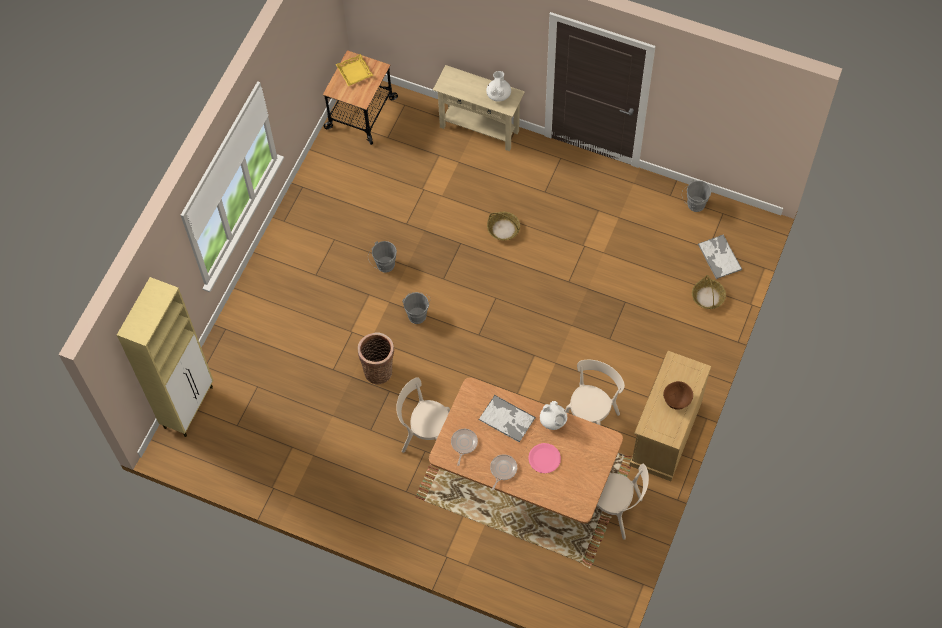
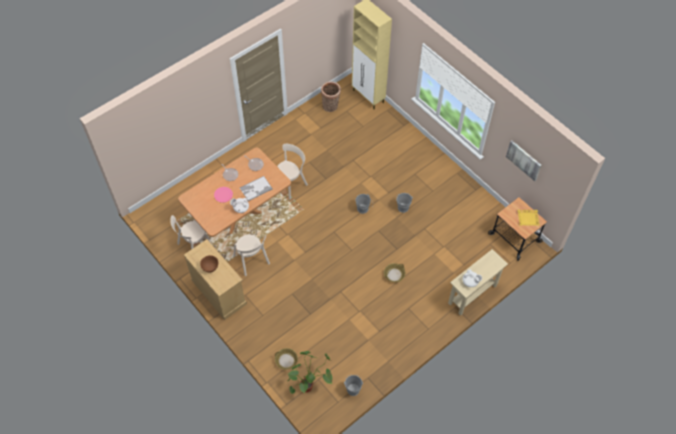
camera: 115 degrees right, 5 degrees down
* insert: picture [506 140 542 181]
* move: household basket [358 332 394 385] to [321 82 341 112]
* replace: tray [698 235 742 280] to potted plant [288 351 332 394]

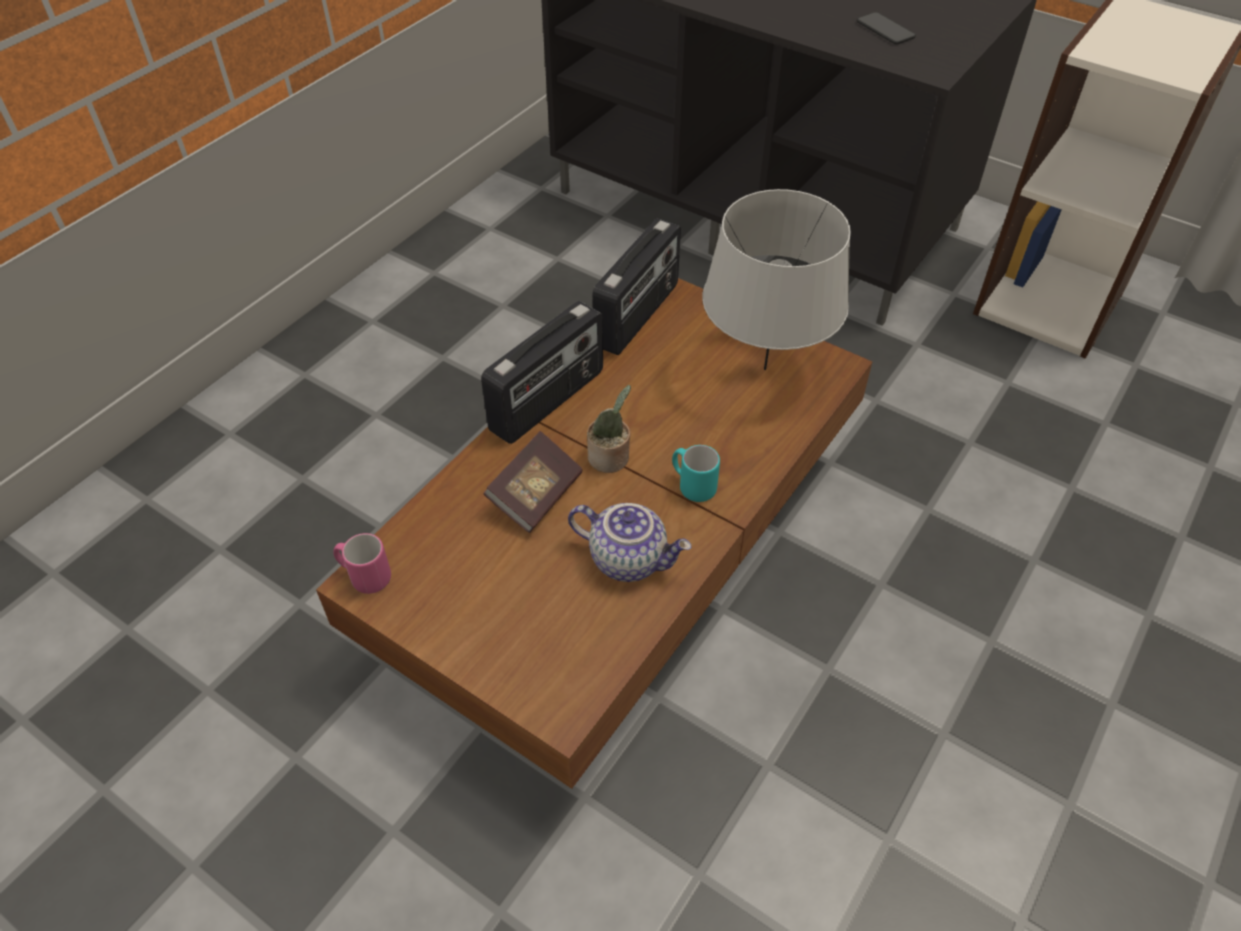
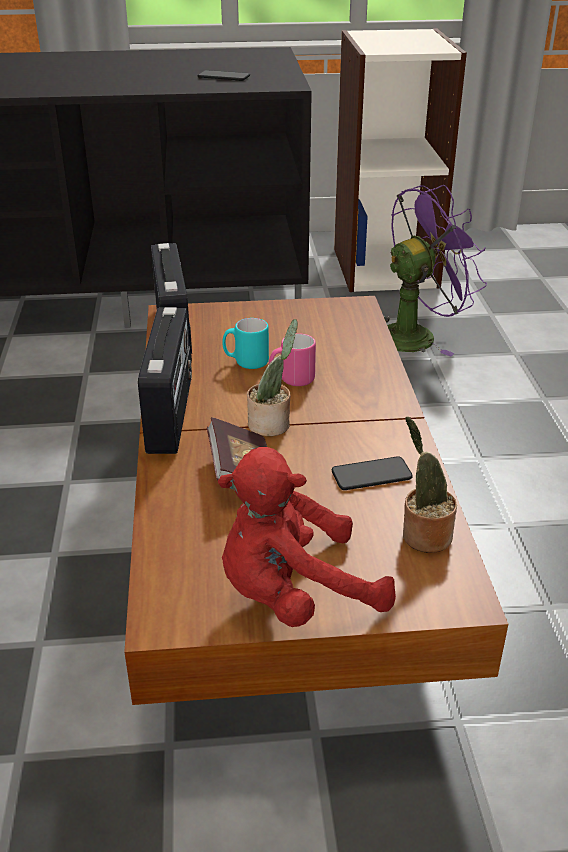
camera: 40 degrees left, 15 degrees down
* delete: tabletop lamp in gray [702 189 851 370]
* insert: plush toy in reddish [218 447 396 627]
* insert: cooling fan in purplish [384 184 487 357]
* insert: potted plant [403 417 457 553]
* move: coffee mug in pink [333 533 391 594] to [269 333 316 386]
* move: coffee mug in blue-green [672 445 720 502] to [222 318 269 369]
* replace: pot for tea [568 503 691 582] to telephone [332 456 413 490]

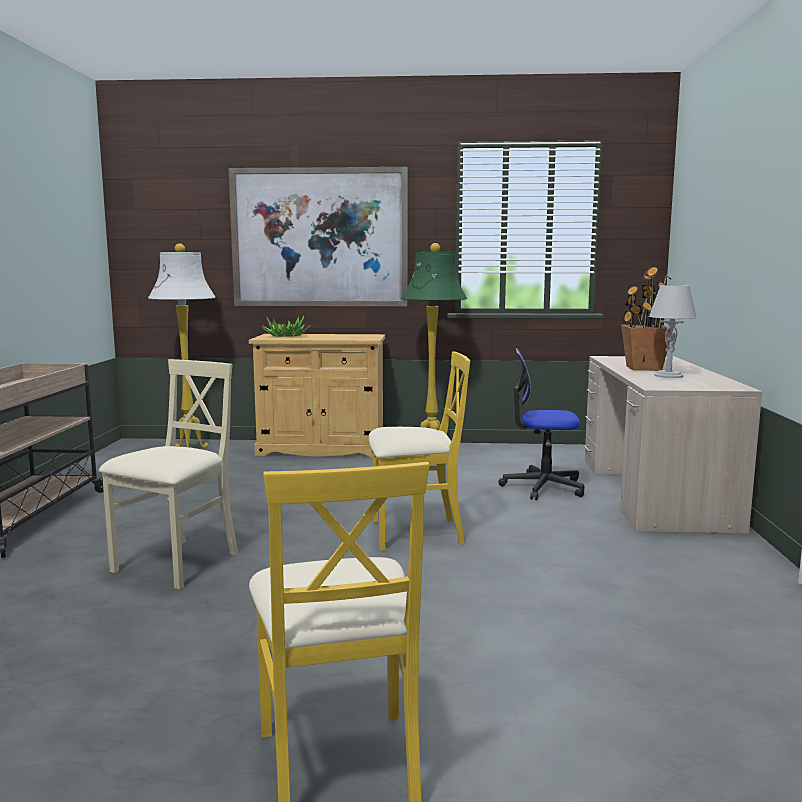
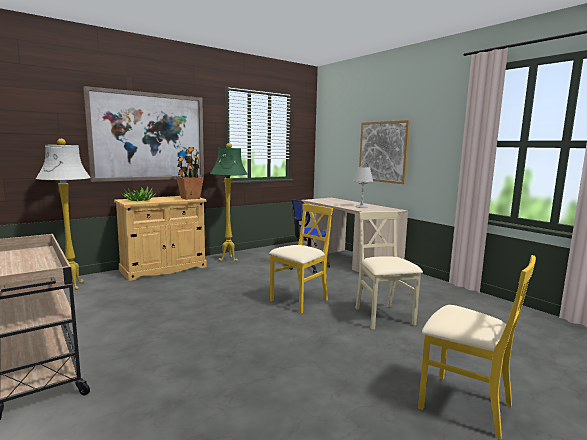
camera: 40 degrees left, 0 degrees up
* insert: picture [359 120 410 184]
* move: plain chair in beige-coloured [99 359 238 589] to [355 211 423 329]
* move: potted plant [621 267 674 371] to [176 147 204 200]

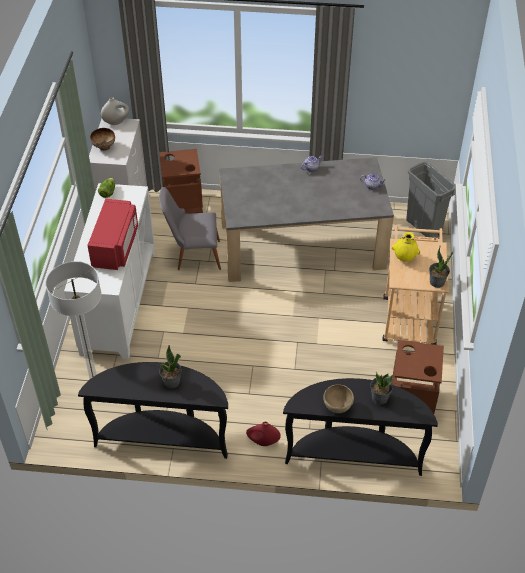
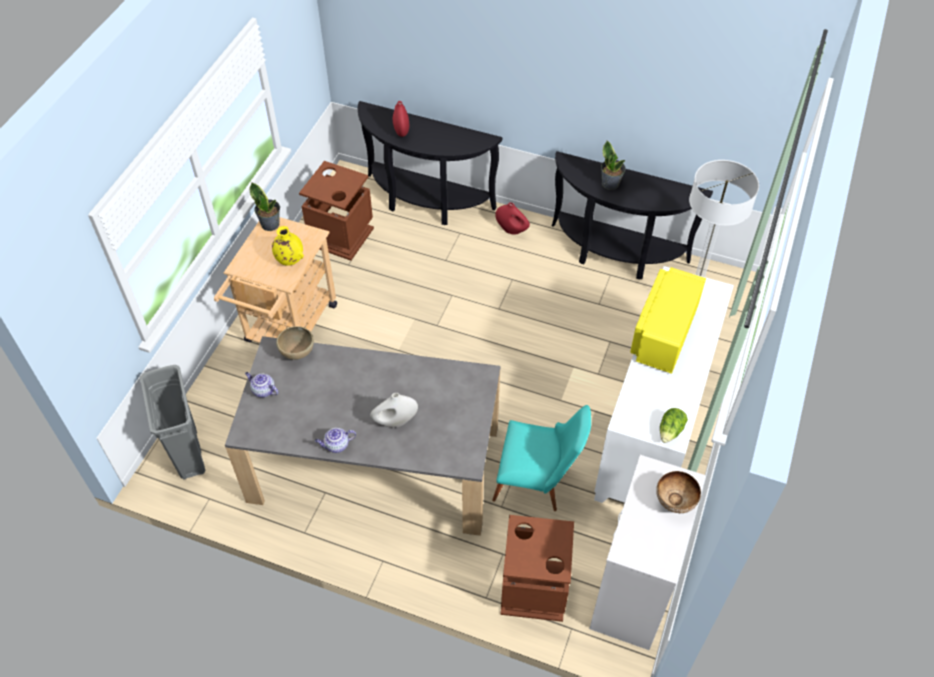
camera: 165 degrees left, 5 degrees up
* move: vase in white [101 97 129 125] to [370 393 418 428]
* move: deep dish in brown-coloured [323 384 354 413] to [276 326 314 360]
* replace: potted plant [370 372 393 405] to vase in reddish [393 101 409 137]
* recolor: kitchen microwave in reddish [87 199 138 270] to kitchen microwave in yellow-coloured [630 267 706 374]
* recolor: plain chair in gray [159 187 221 270] to plain chair in blue-green [492 405 591 511]

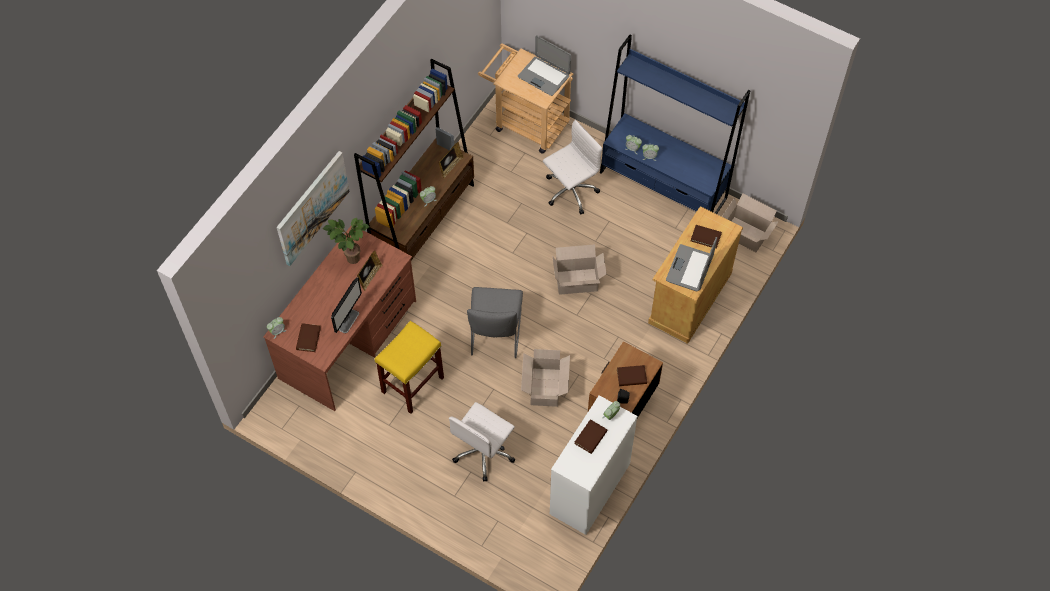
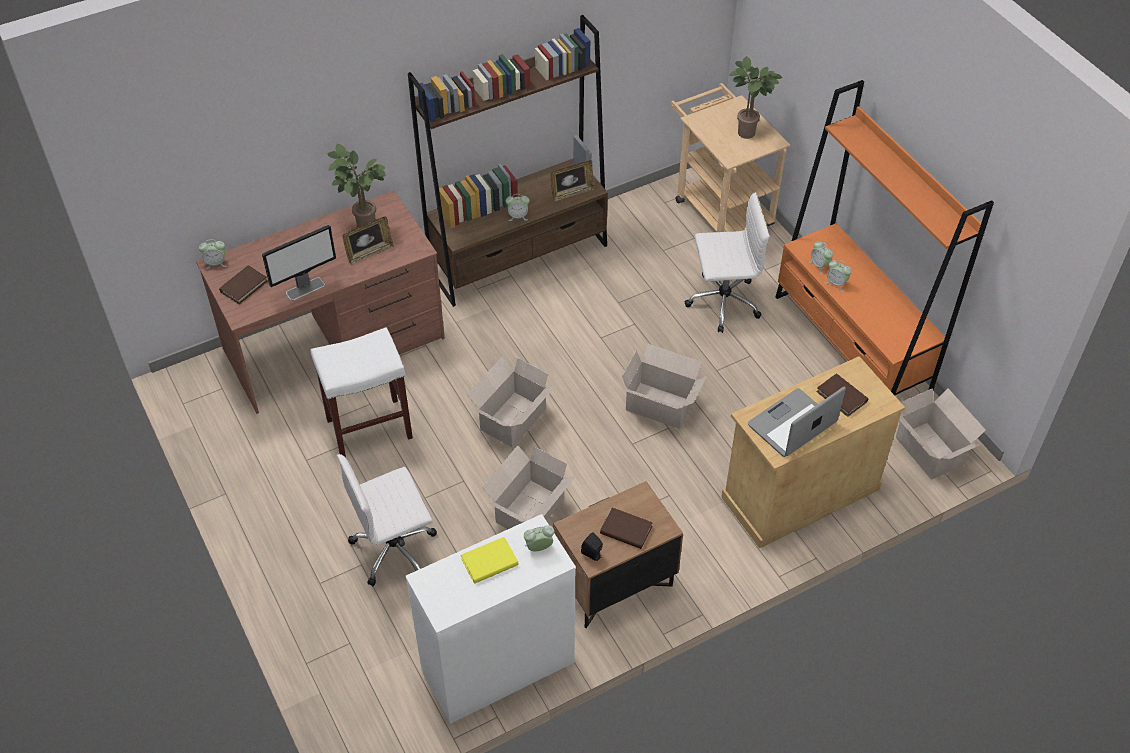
camera: 30 degrees right, 10 degrees down
* delete: picture [277 151 350 266]
* replace: plain chair in gray [467 287 523 358] to packing box [467 357 556 448]
* replace: portable computer [518 36 571 96] to potted plant [729 56 783 139]
* recolor: stool in yellow-coloured [375 321 444 414] to stool in white [311 327 413 458]
* recolor: volume in brown-coloured [574 419 608 454] to volume in yellow-coloured [461 537 519 584]
* recolor: bookcase in blue-coloured [600 34 750 214] to bookcase in orange [776 80 994 395]

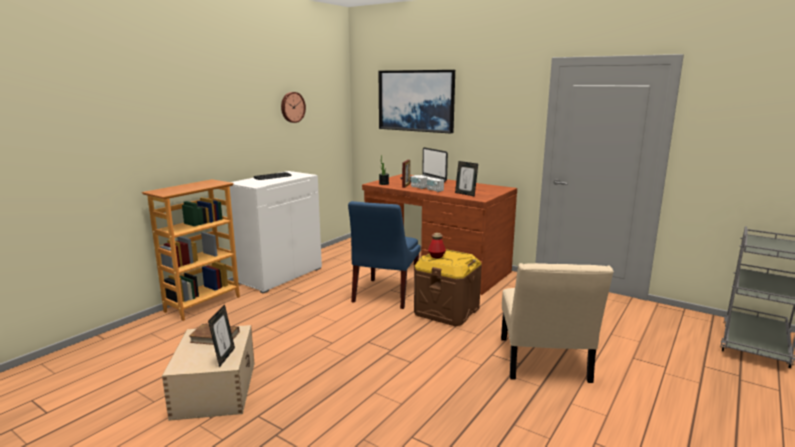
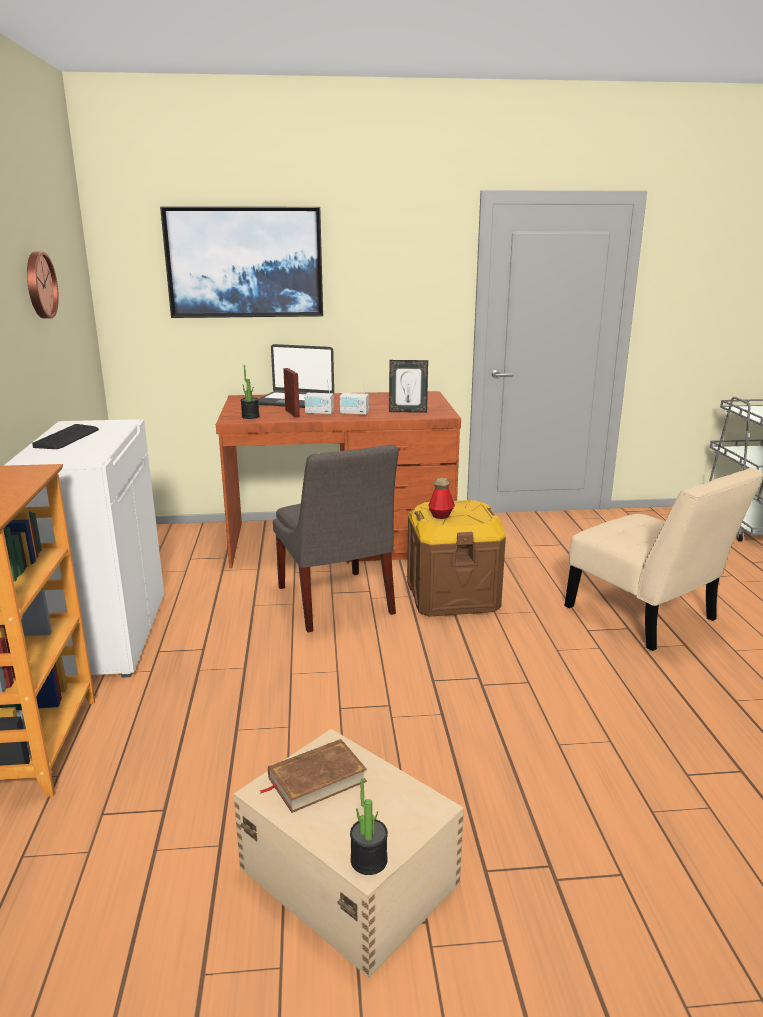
camera: 40 degrees left, 5 degrees up
* delete: photo frame [208 305 235 368]
* insert: potted plant [350 778 388 875]
* recolor: plain chair in blue-coloured [348 201 420 309] to plain chair in gray [273 444 399 632]

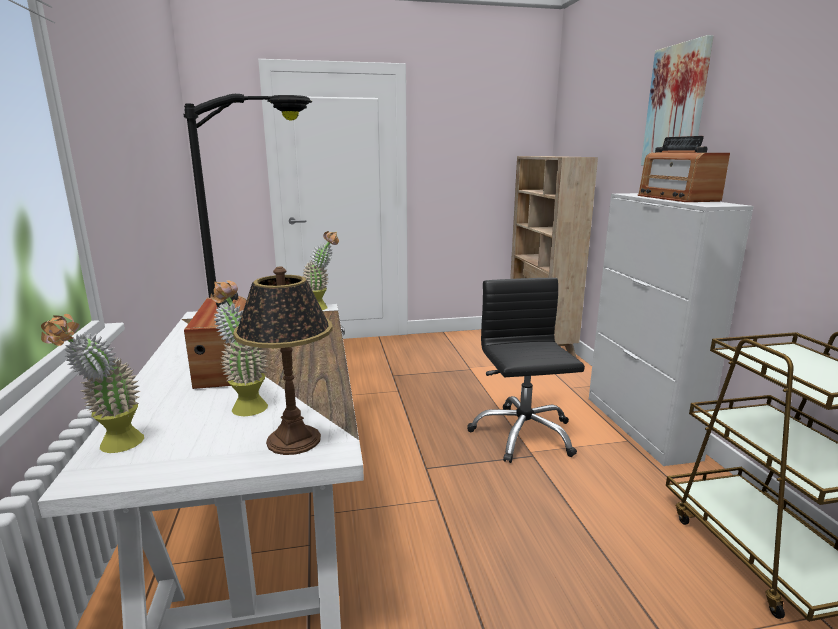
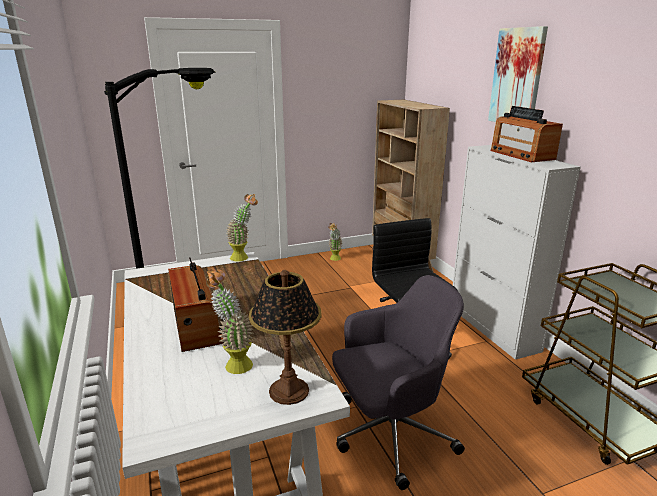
camera: 10 degrees left, 5 degrees up
* insert: desk chair in gray [332 275 465 490]
* move: potted plant [41 314 144 453] to [328 223 343 261]

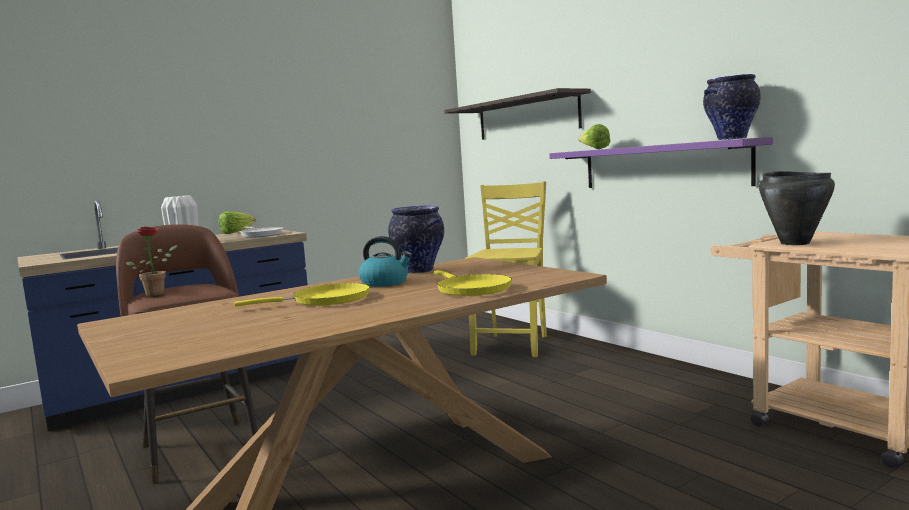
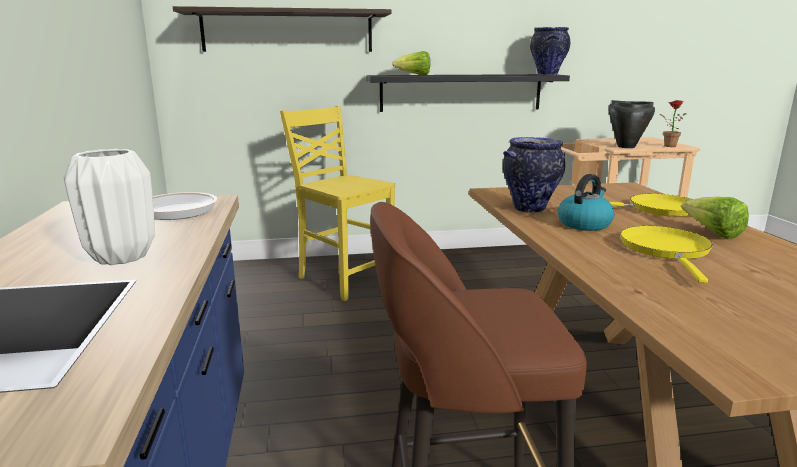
camera: 65 degrees left, 10 degrees up
* move: potted plant [126 226 177 296] to [660 100 687 147]
* move: head of lettuce [219 211 256 234] to [681 197 749 239]
* recolor: bracket shelf in purplish [549 137 773 188] to bracket shelf in black-coloured [366 74 570 112]

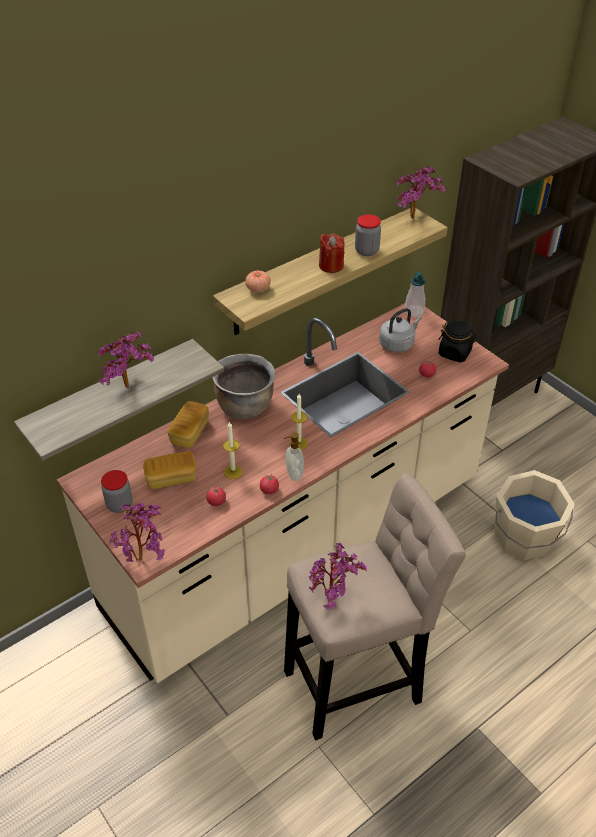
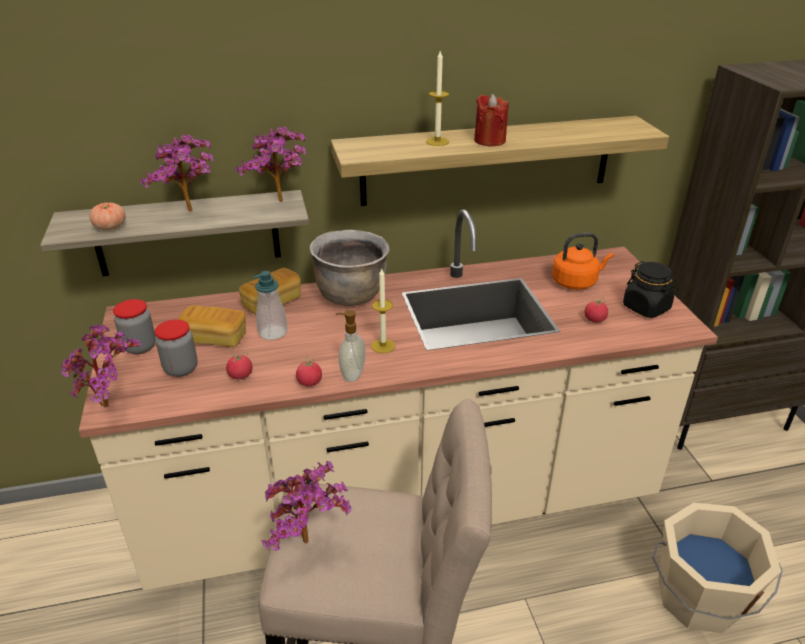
camera: 25 degrees right, 10 degrees down
* move: wax candle [223 421 243 479] to [426 51 449 146]
* move: fresh tomato [245 271 271 292] to [89 203 126 230]
* move: storage jar [355 214 381 256] to [155 319 198 377]
* move: potted plant [397 166 445 219] to [236 127 306 202]
* move: liquid soap bottle [405 272 426 317] to [253 271 287 340]
* recolor: water kettle in gray [379 308 421 352] to water kettle in orange [552 233 614 290]

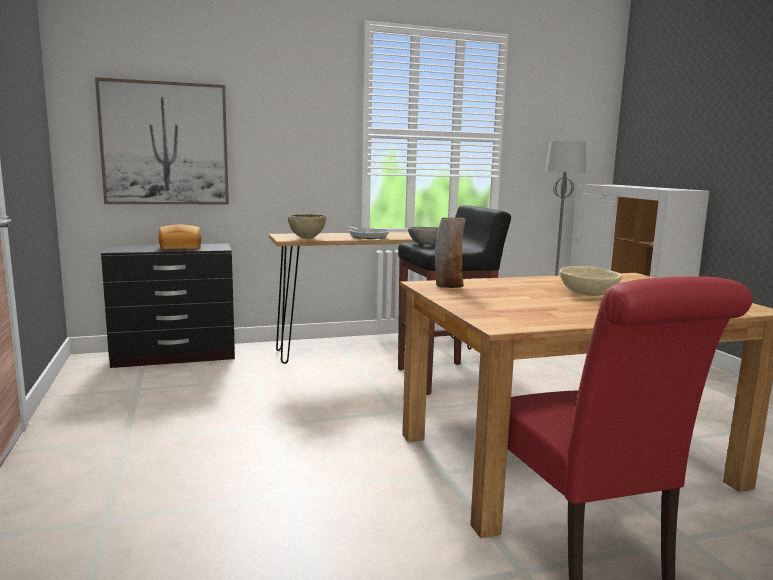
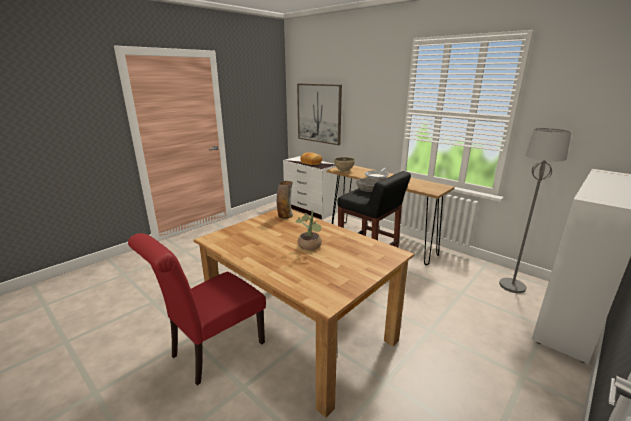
camera: 60 degrees right, 10 degrees up
* replace: deep dish in beige-coloured [560 266 622 296] to potted plant [295 210 322 250]
* recolor: dresser in black-coloured [101 243 235 368] to dresser in white [283 156 338 220]

